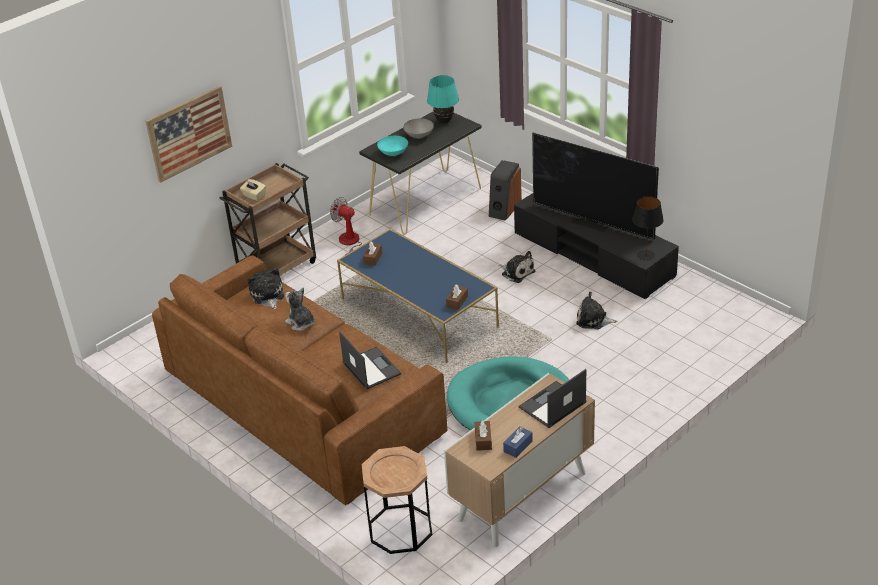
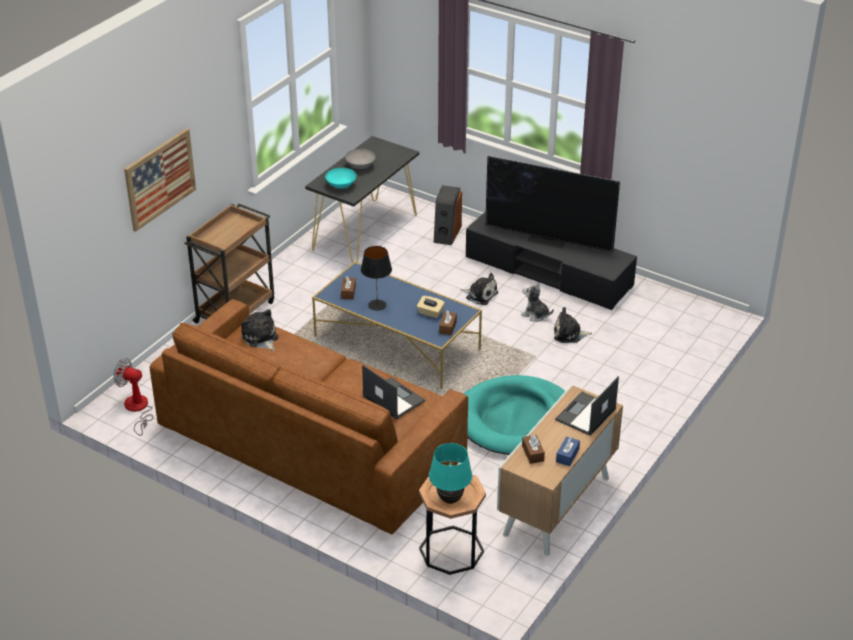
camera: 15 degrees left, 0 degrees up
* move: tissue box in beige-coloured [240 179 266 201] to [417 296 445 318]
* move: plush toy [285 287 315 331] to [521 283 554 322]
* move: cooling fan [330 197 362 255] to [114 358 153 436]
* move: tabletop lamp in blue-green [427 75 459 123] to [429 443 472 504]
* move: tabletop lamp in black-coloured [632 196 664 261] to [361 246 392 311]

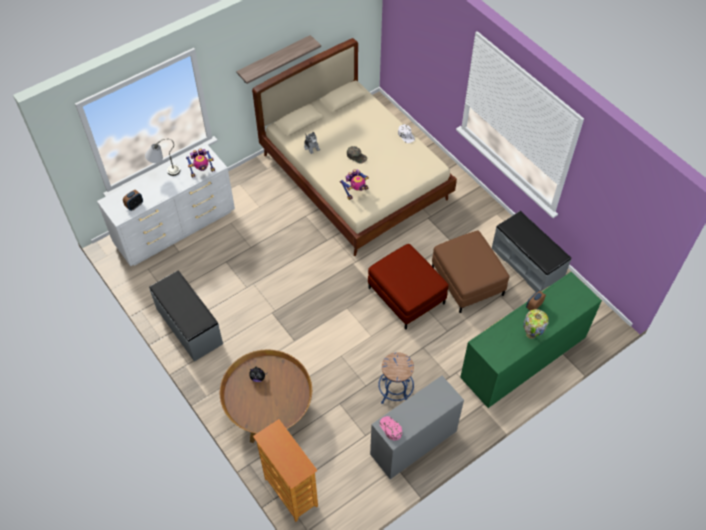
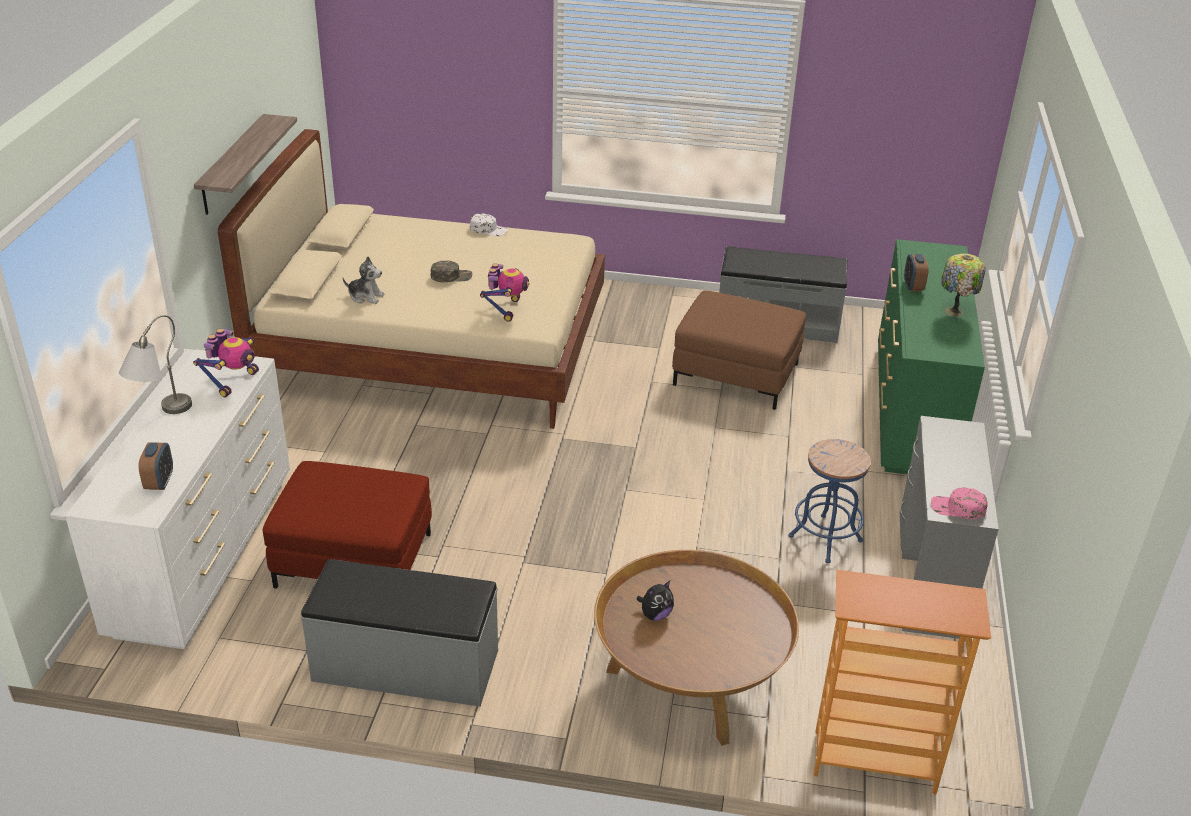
camera: 45 degrees left, 20 degrees down
* move: footrest in reddish [368 244 449 330] to [262 461 432 589]

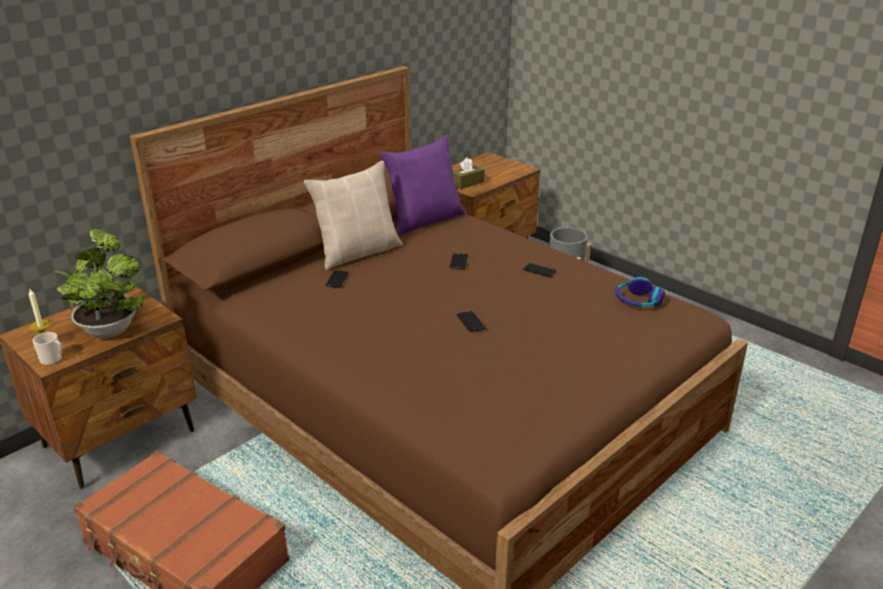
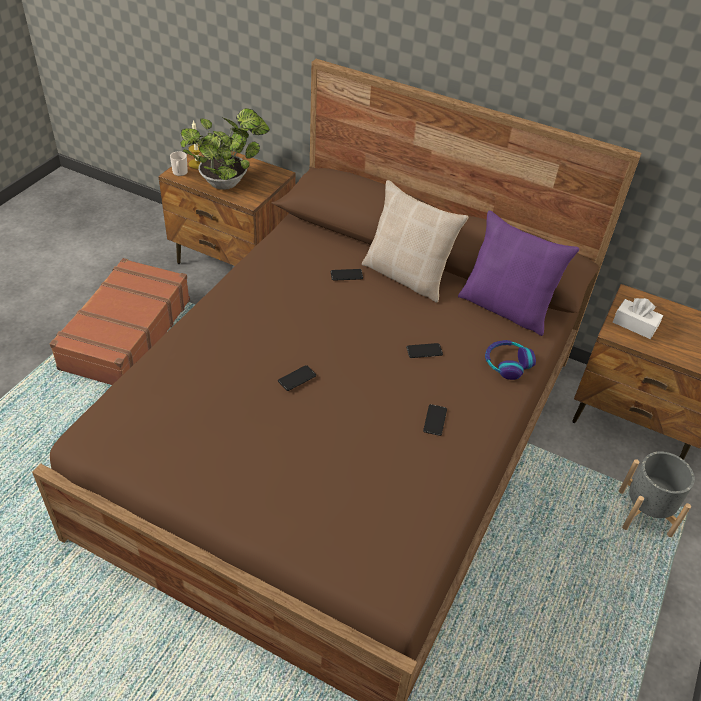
camera: 70 degrees right, 15 degrees up
* move: pair of headphones [615 277 665 307] to [485 340 536 380]
* recolor: tissue box in brown-coloured [453 157 485 189] to tissue box in white [613 298 663 339]

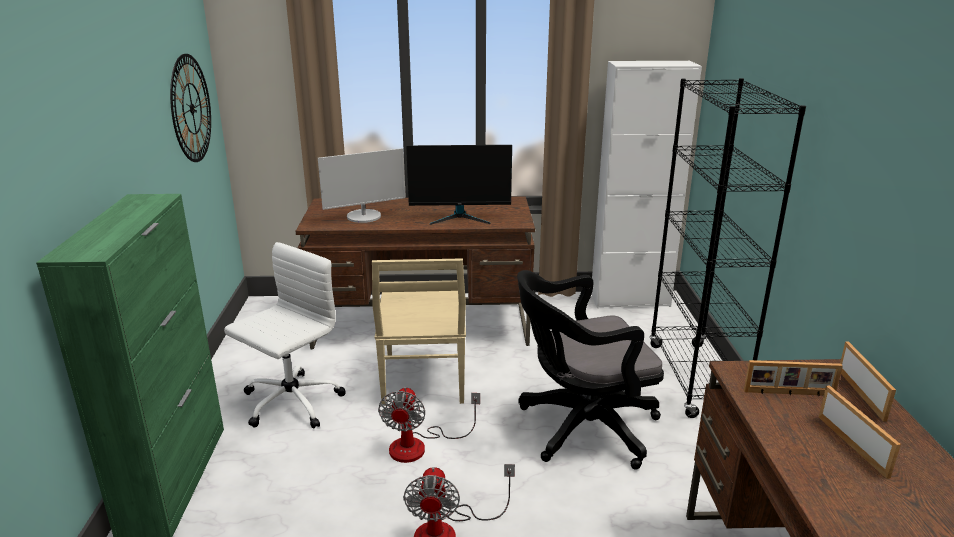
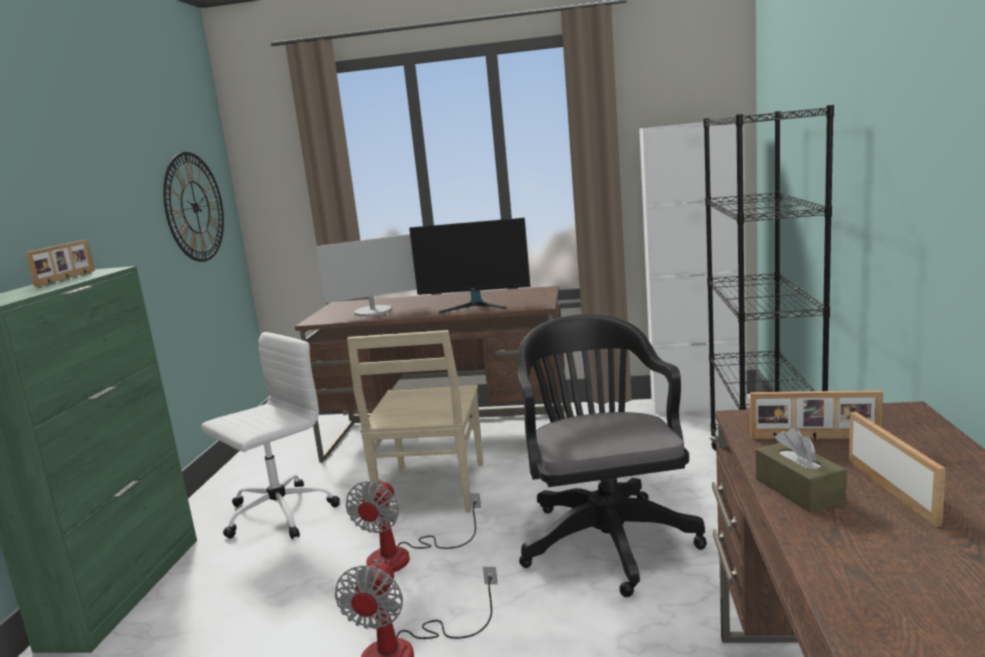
camera: 10 degrees right, 10 degrees down
* insert: tissue box in brown-coloured [756 427 847 513]
* move: photo frame [840 342 896 422] to [25 240 95 287]
* rotate: desk chair in black-coloured [517 270 664 470] = [518 314 707 597] 90 degrees clockwise

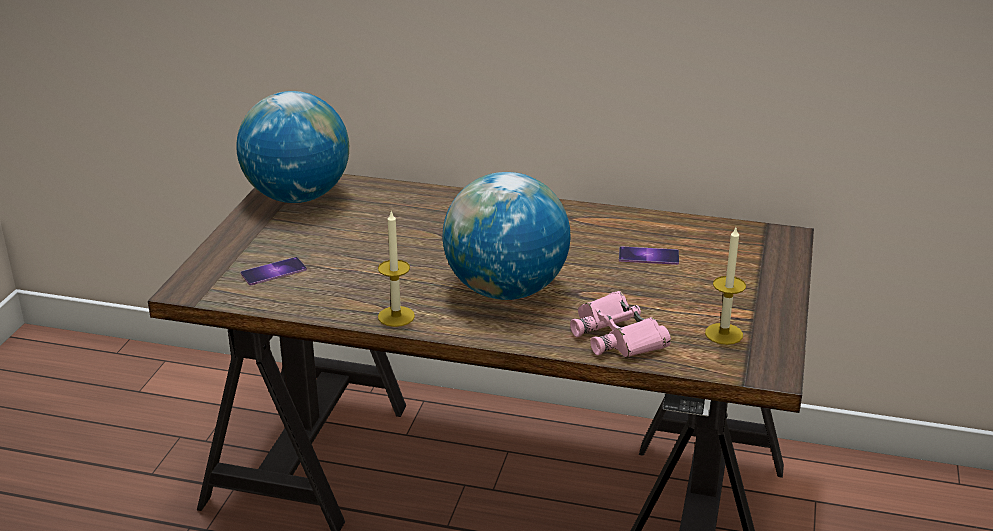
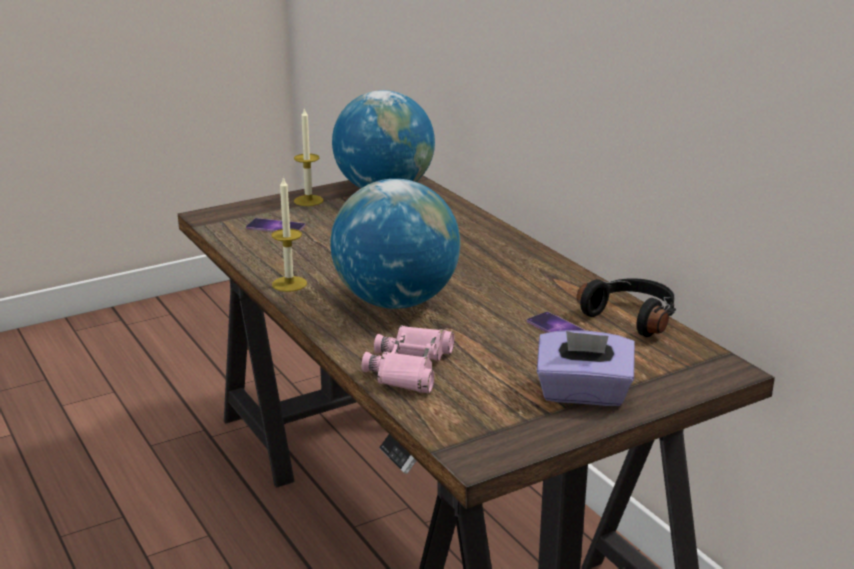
camera: 45 degrees right, 5 degrees down
* insert: tissue box in purplish [537 330 635 406]
* insert: pair of headphones in black-coloured [577 278 676 337]
* move: wax candle [705 228 746 345] to [294 107 324 206]

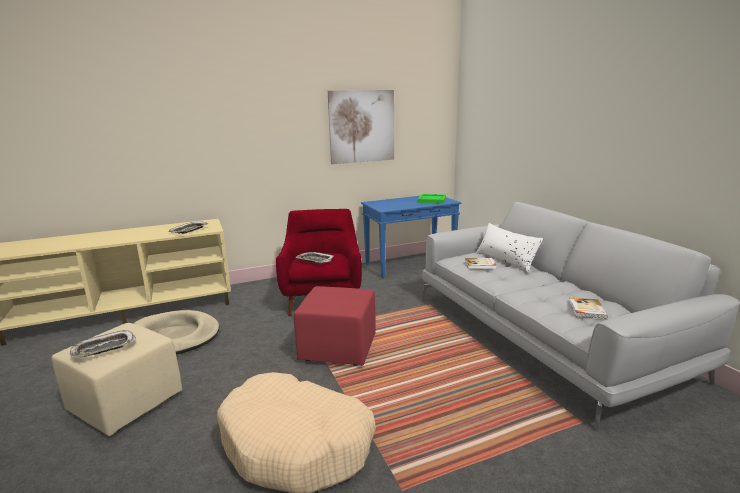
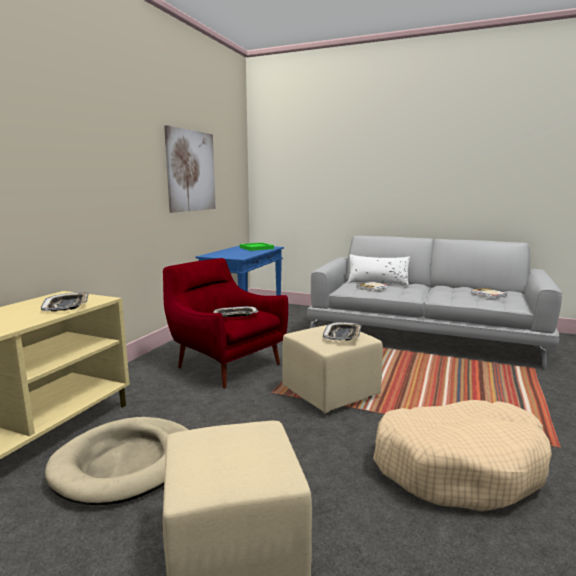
camera: 45 degrees left, 5 degrees down
* move: tray [69 330 136 358] to [323 322 362 341]
* recolor: footrest in reddish [294 286 376 366] to footrest in beige-coloured [282 325 383 413]

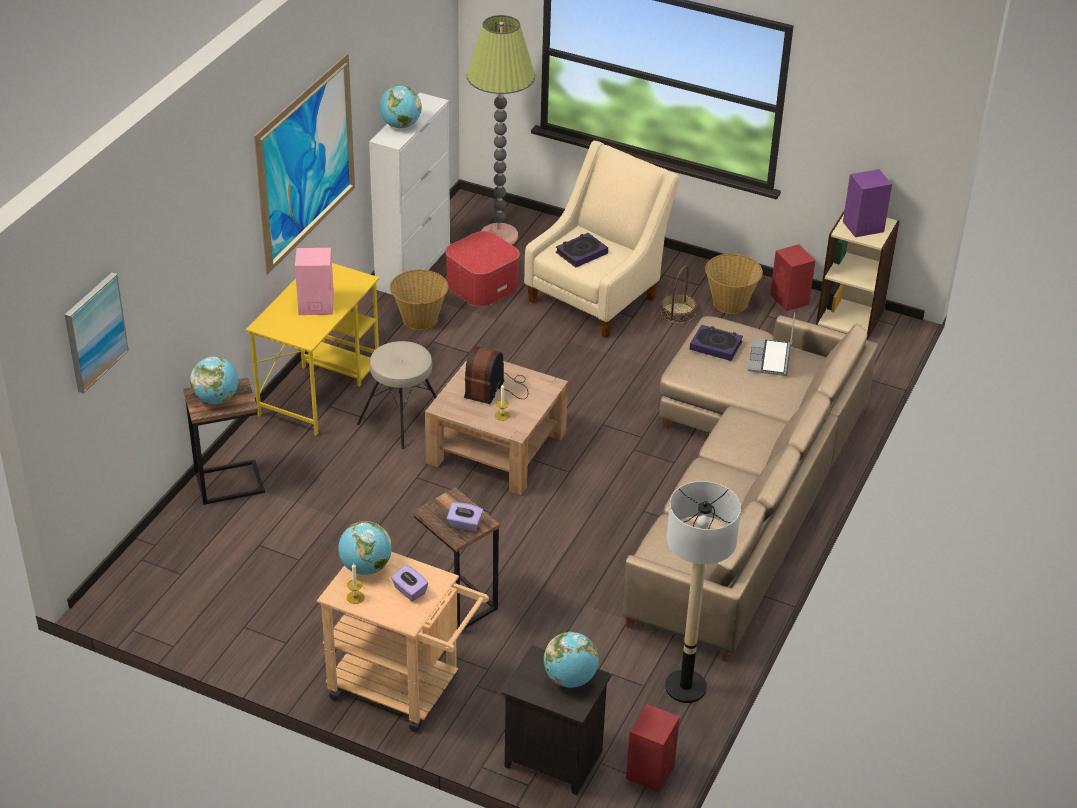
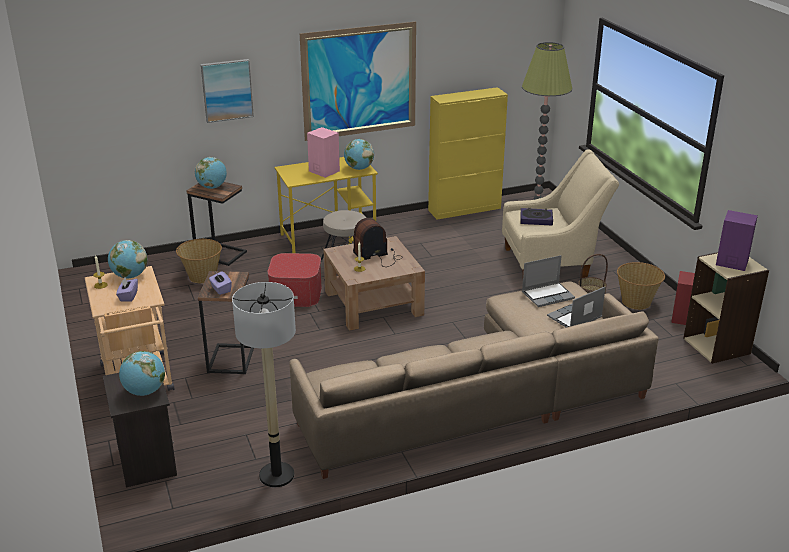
camera: 45 degrees right, 10 degrees down
* delete: speaker in reddish [626 704 680 792]
* move: picture [65 273 129 394] to [201 59 254 123]
* move: world globe [379 85 422 128] to [344 139 374 170]
* move: household basket [390 270 448 330] to [176 239 222 283]
* move: footrest [445 231 520 307] to [268 253 322 307]
* replace: volume [690 325 743 361] to portable computer [522 255 575 307]
* recolor: cabinet in white [369 93 450 295] to cabinet in yellow-coloured [428 87 508 220]

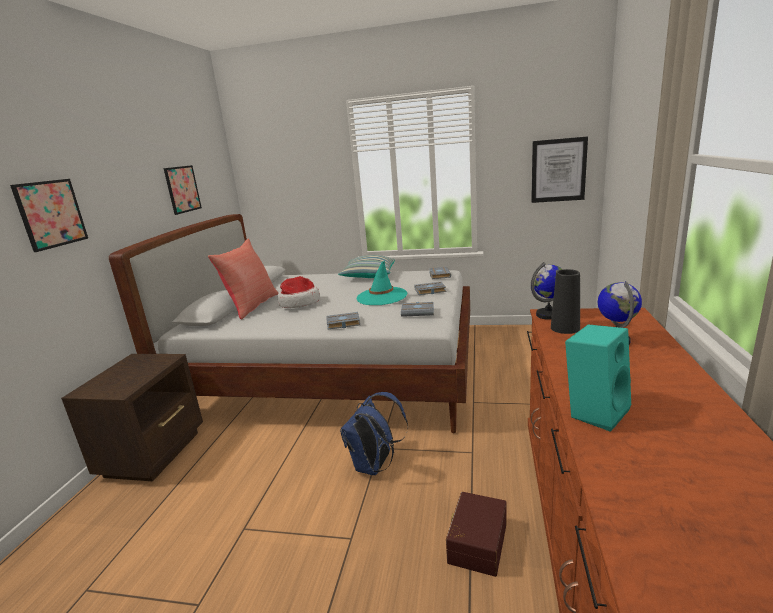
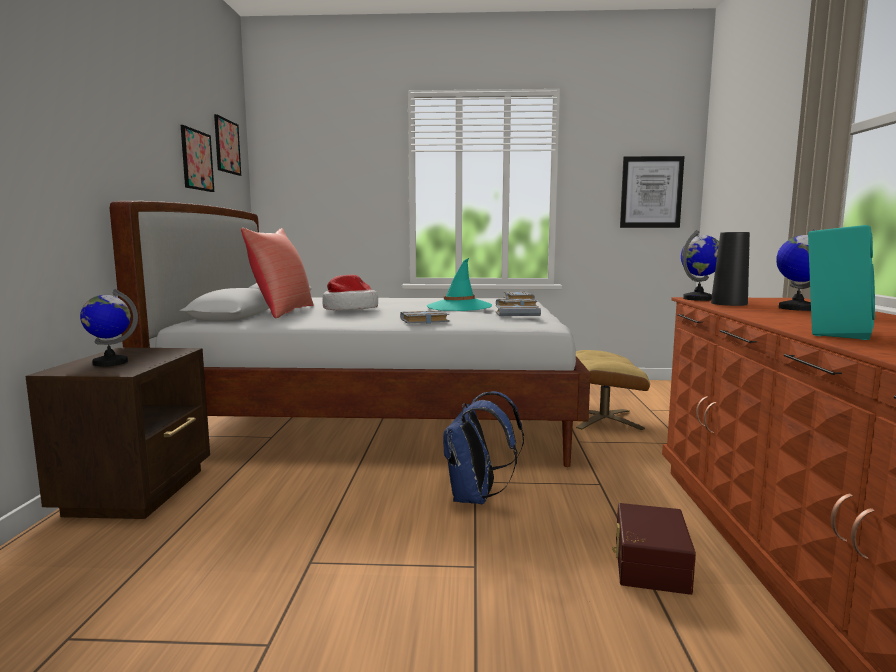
camera: 10 degrees left, 10 degrees down
* delete: cushion [338 255 395 278]
* insert: world globe [80 289 138 366]
* insert: footrest in beige-coloured [576 350 650 431]
* move: picture [10 179 88 252] to [214 114 241 176]

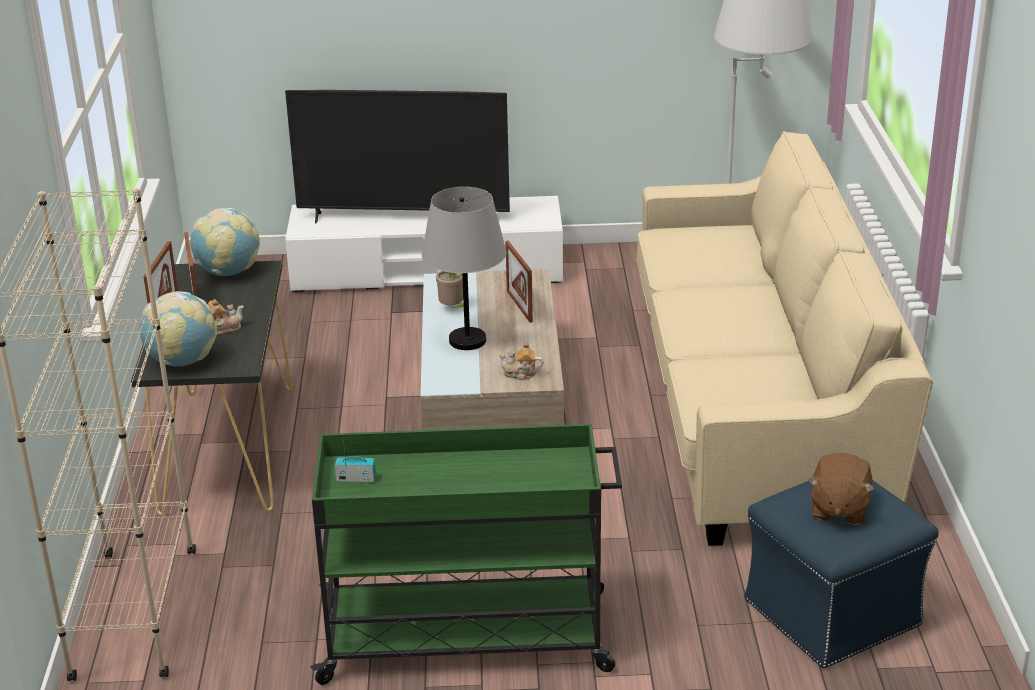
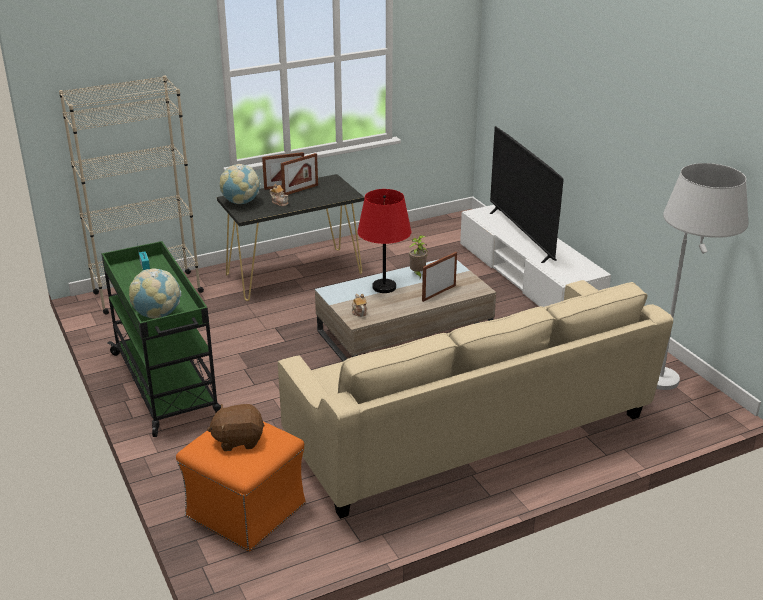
camera: 65 degrees right, 0 degrees up
* move: world globe [190 208 260 276] to [129 268 181 319]
* recolor: tabletop lamp in gray [422 187 507 350] to tabletop lamp in reddish [357 189 411 293]
* recolor: footrest in blue-coloured [744 481 939 668] to footrest in orange [176 421 306 551]

